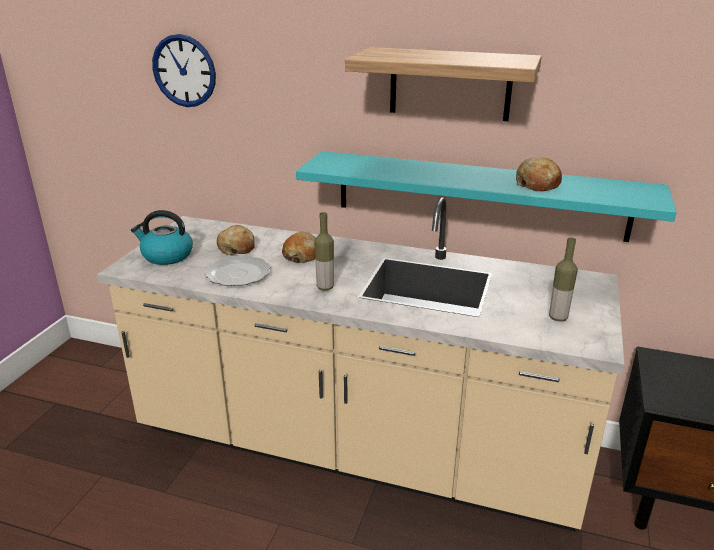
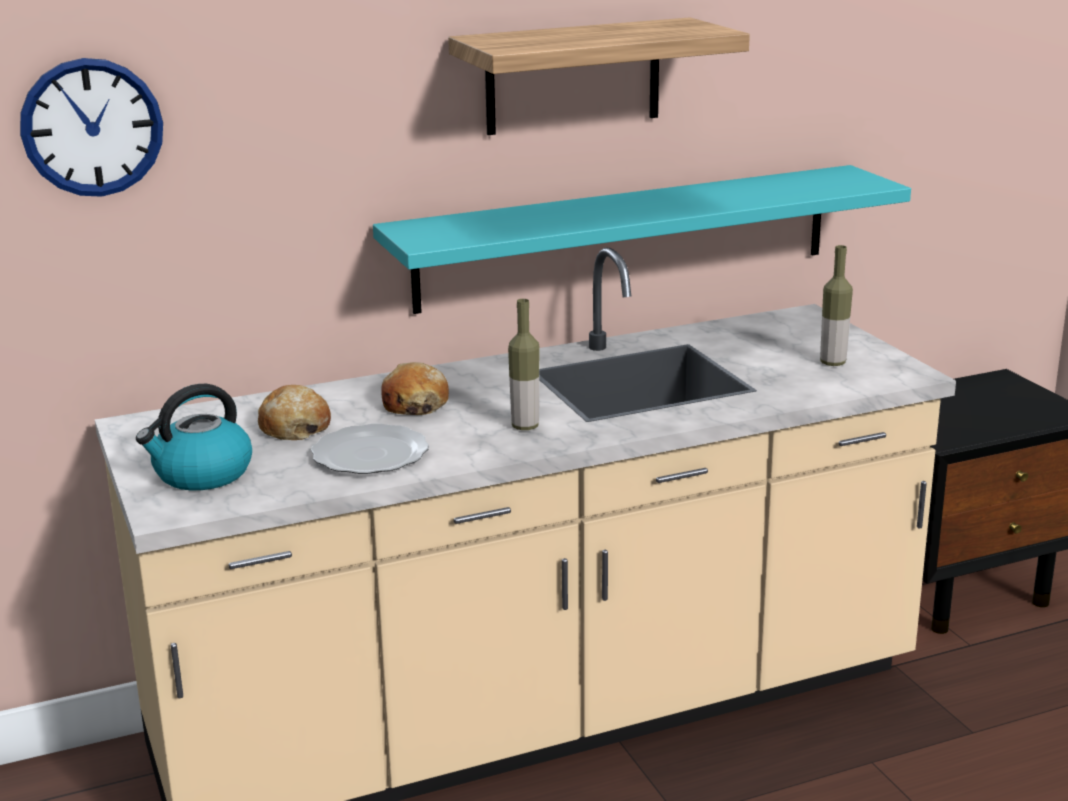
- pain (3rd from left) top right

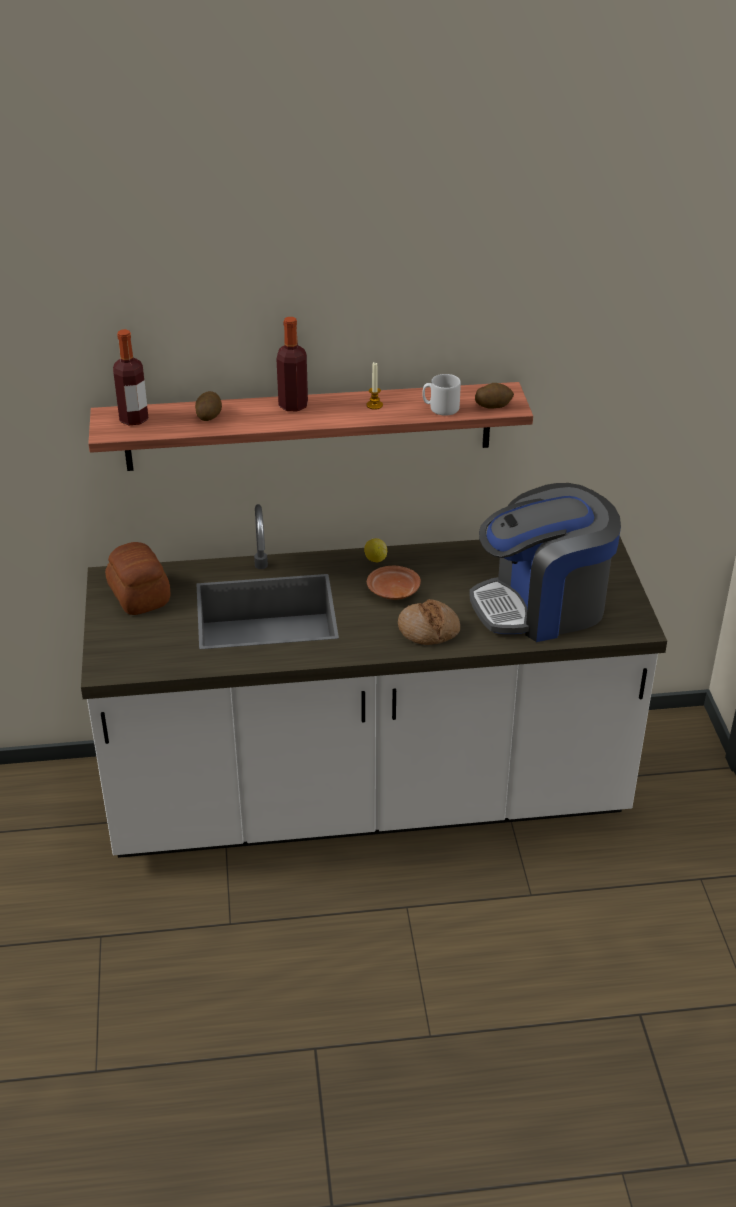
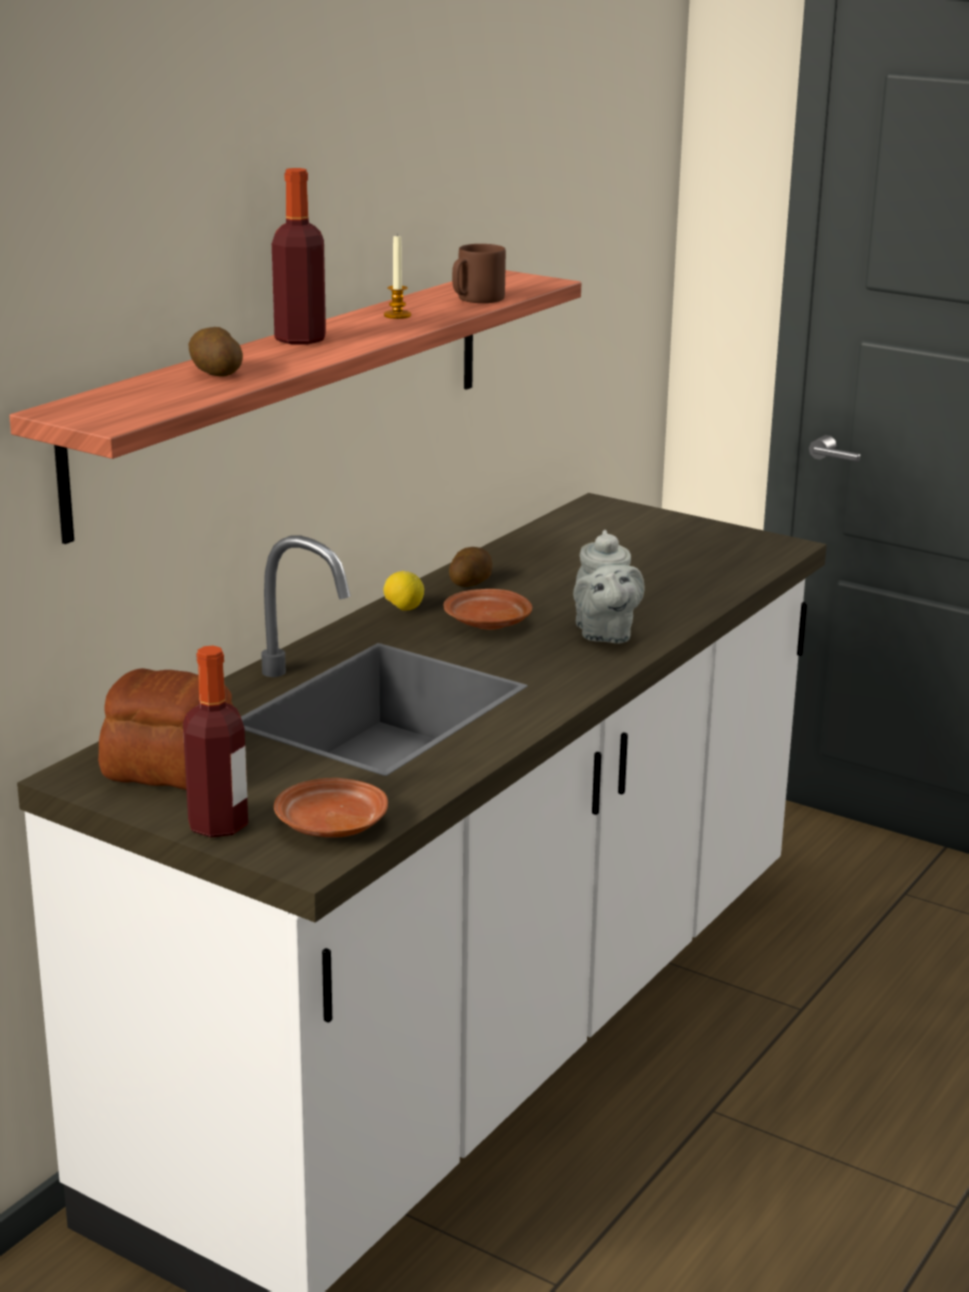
~ bouteille (1st from left) top left to middle left
~ pain (2nd from left) centre to théière [gris] centre
~ mug [gris] top centre to mug [marron] top centre
- machine à café middle right
~ pomme de terre (2nd from left) top right to centre
+ assiette [marron] (1st from left) centre

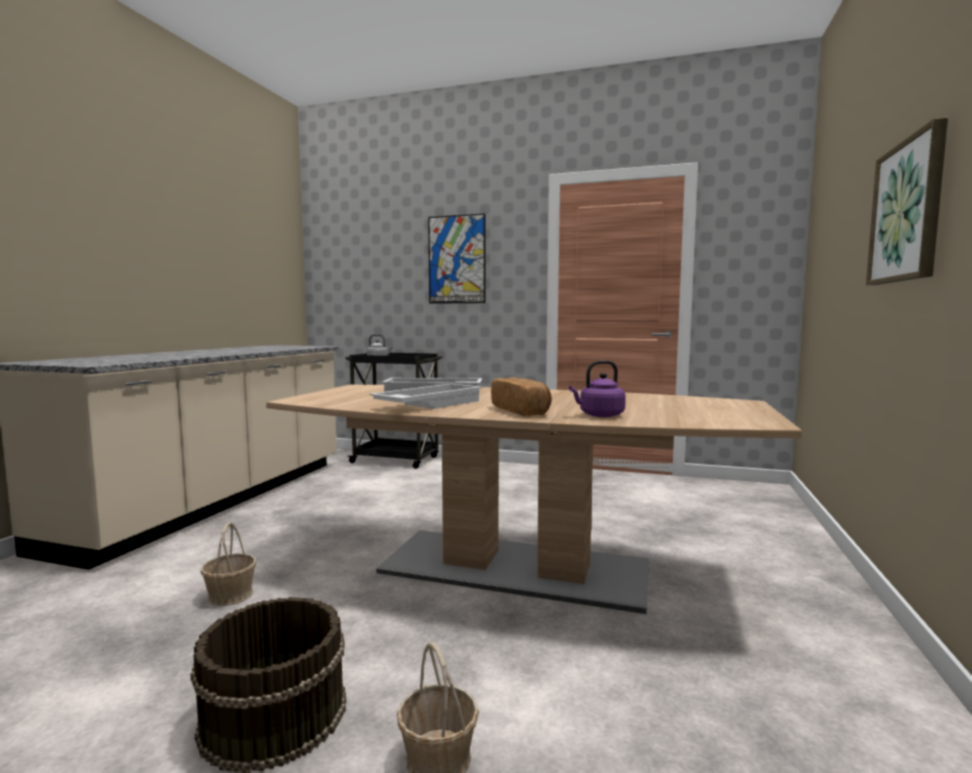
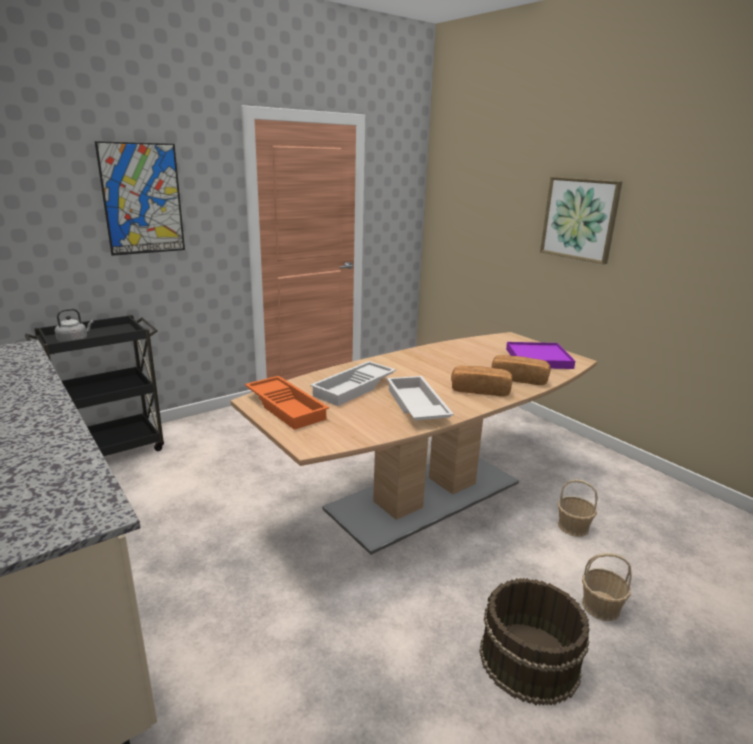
~ panier (1st from left) bottom left to bottom right
~ bouilloire [violet] centre to pain (2nd from left) middle right
+ plateau [orange] centre
+ plateau [violet] middle right

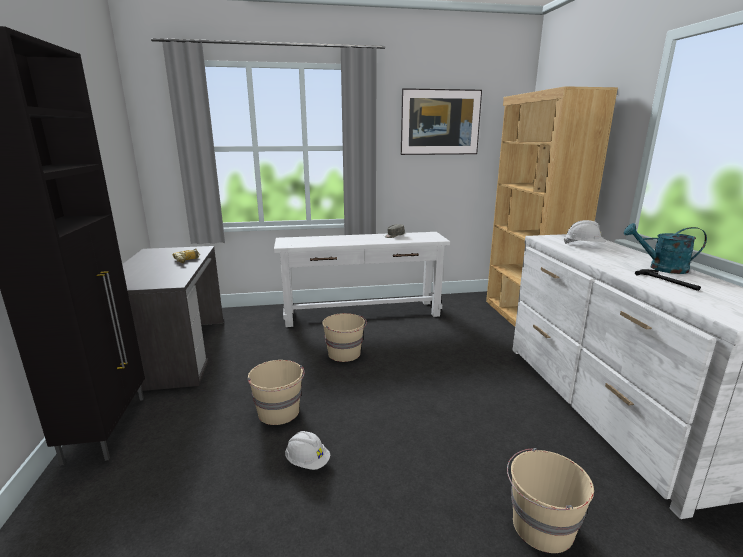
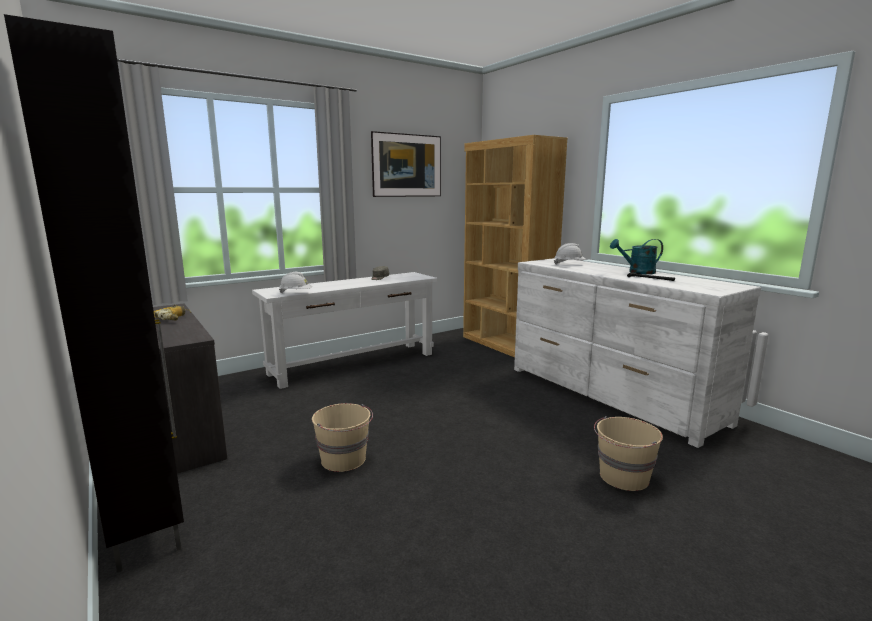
~ casque de chantier [blanc] (1st from left) bottom centre to centre
- seau [beige] (2nd from left) centre

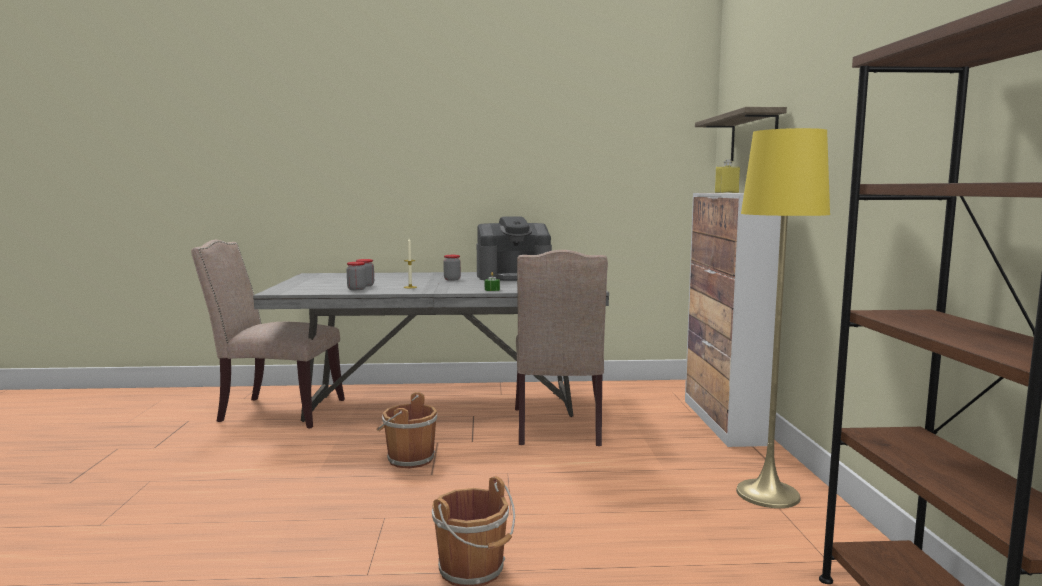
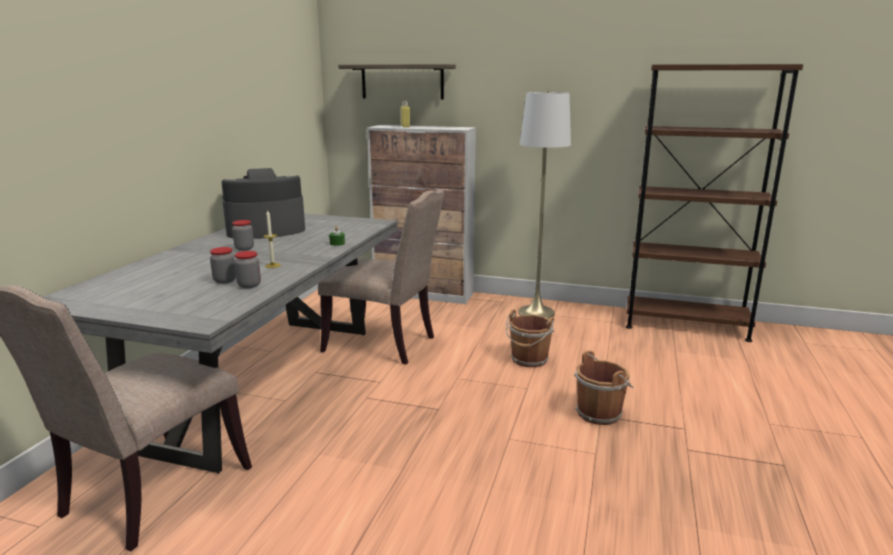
~ seau [marron] (1st from left) bottom centre to centre
~ machine à café centre = middle left 120 degrees counterclockwise
~ lampadaire [jaune] middle right to lampadaire [blanc] centre

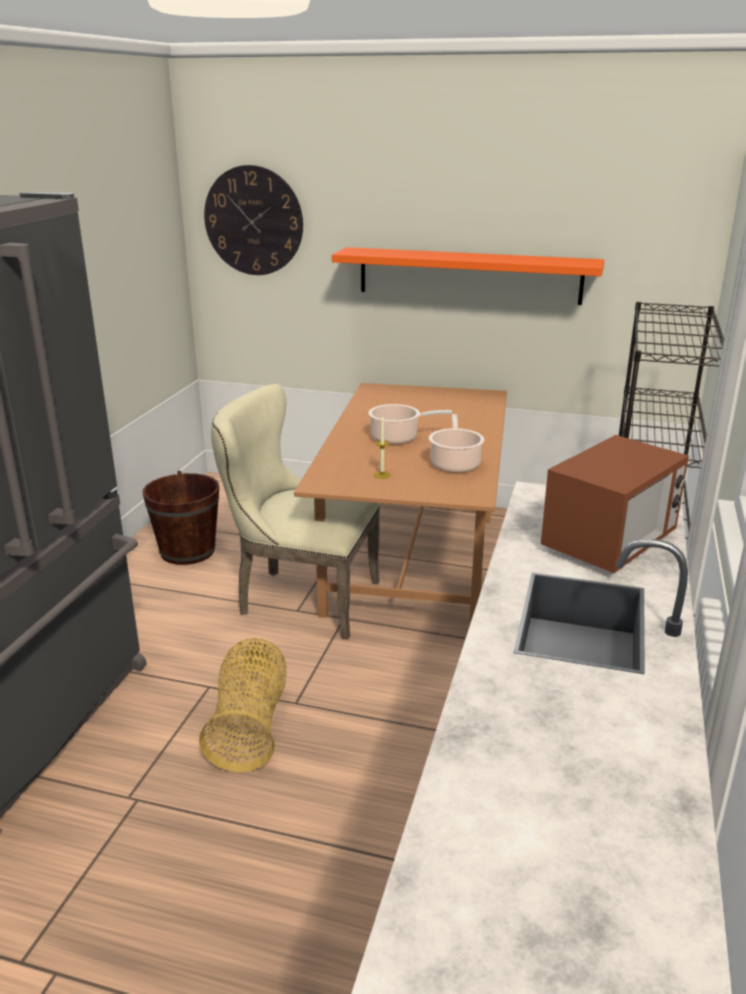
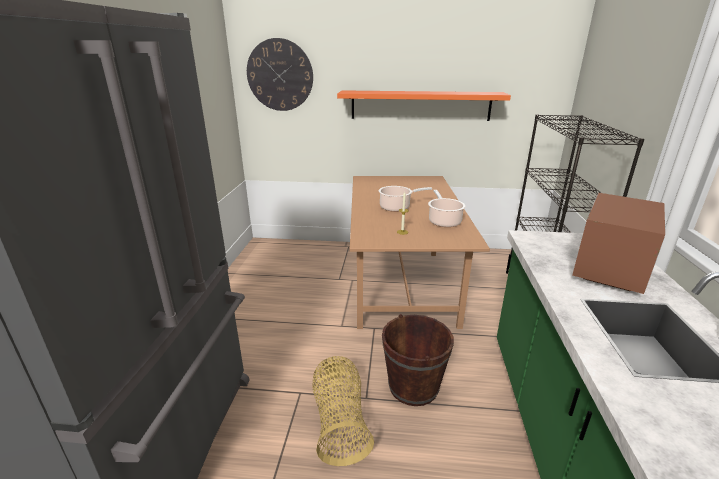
~ seau [marron] middle left to bottom centre
- chaise [beige] centre

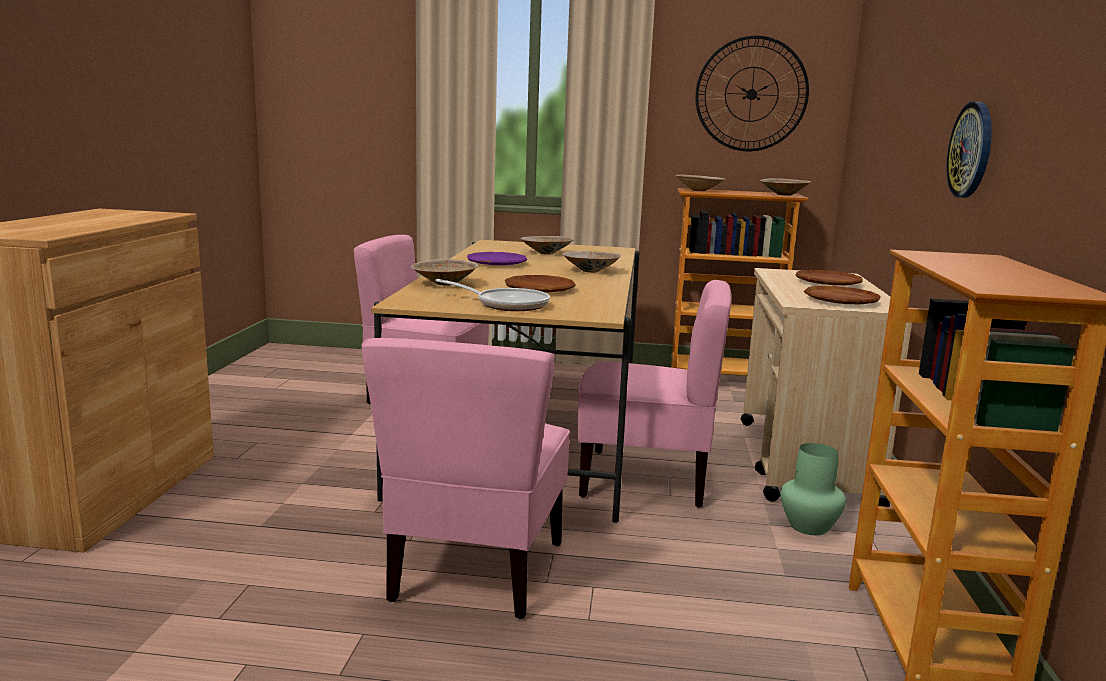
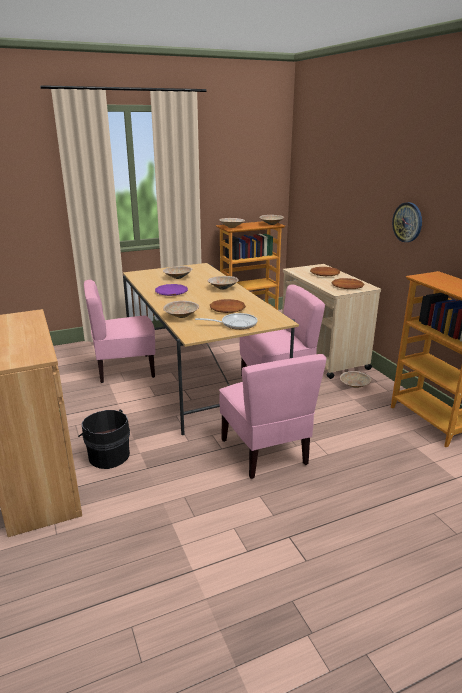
- horloge murale (1st from left) top right
~ vase [vert] bottom right to bol [beige] (6th from left) middle right
+ seau [noir] middle left

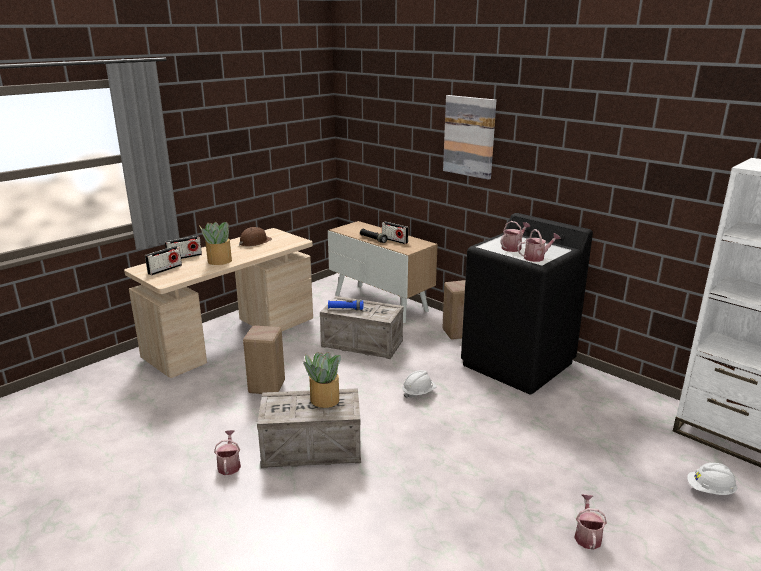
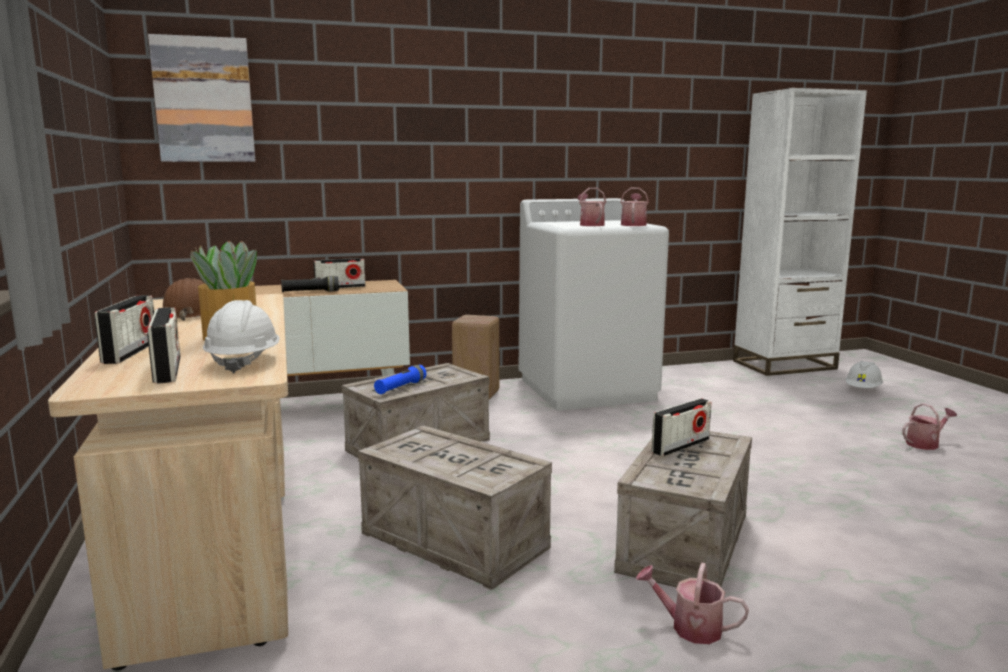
~ tabouret [beige] (1st from left) centre to caisse (2nd from left) bottom centre
~ plante en pot (2nd from left) centre to radio (4th from left) middle right
~ casque de chantier [blanc] (1st from left) bottom centre to middle left
~ tableau top centre to top left
~ lave-linge [noir] middle right to lave-linge [blanc] centre
~ arrosoir (4th from left) bottom right = middle right 120 degrees clockwise

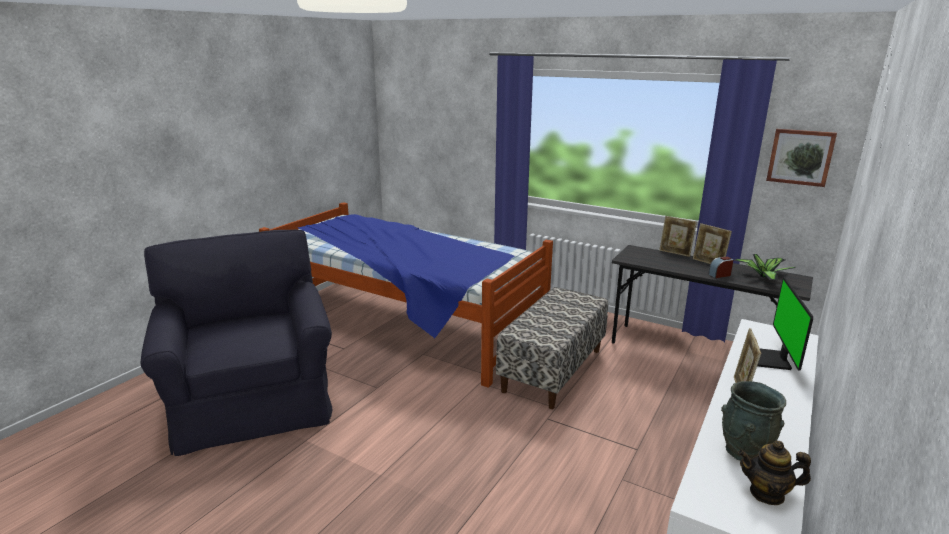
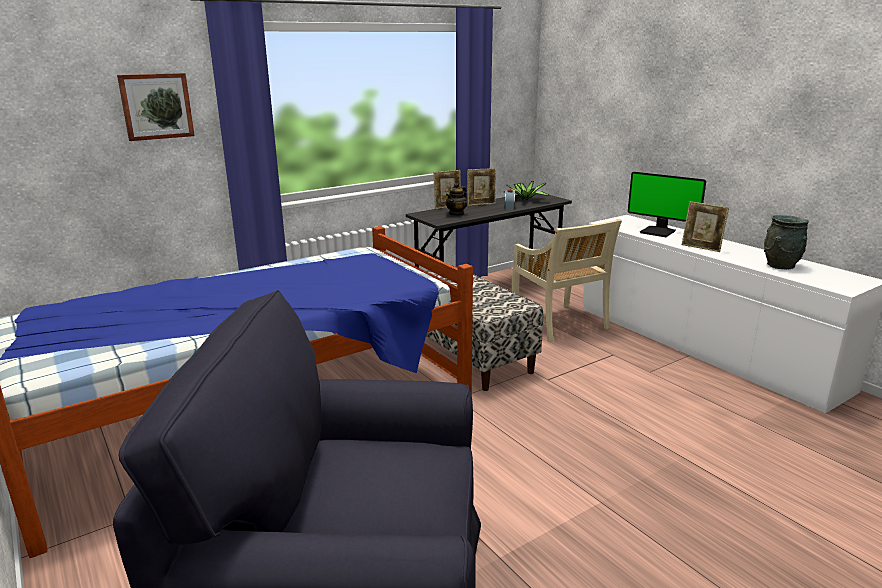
~ théière bottom right to centre
~ tableau top right to top left
+ chaise [beige] centre

